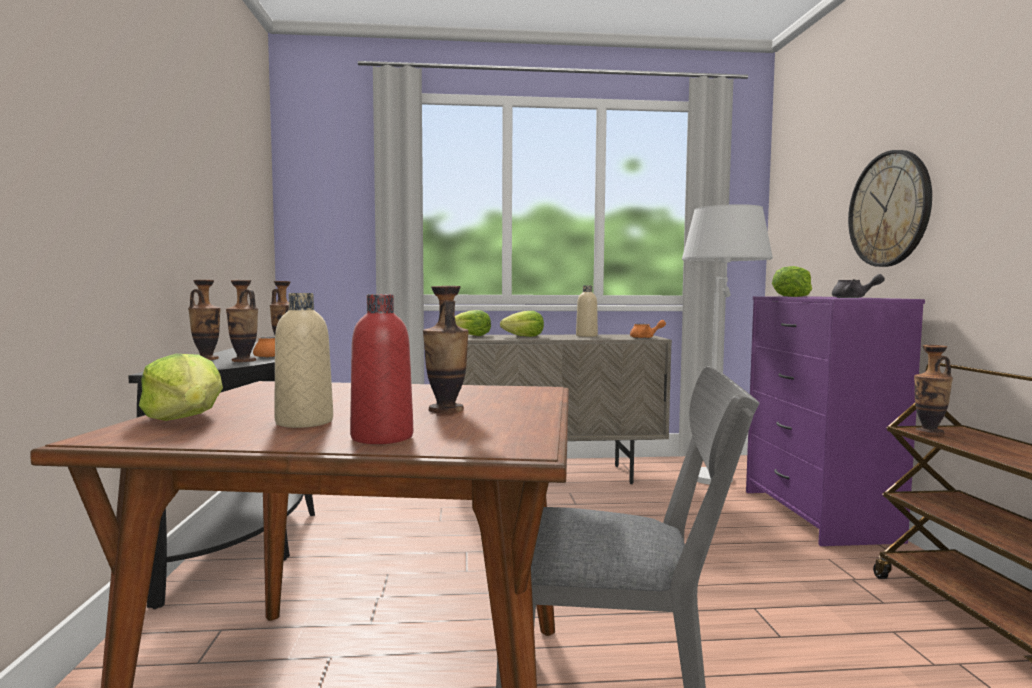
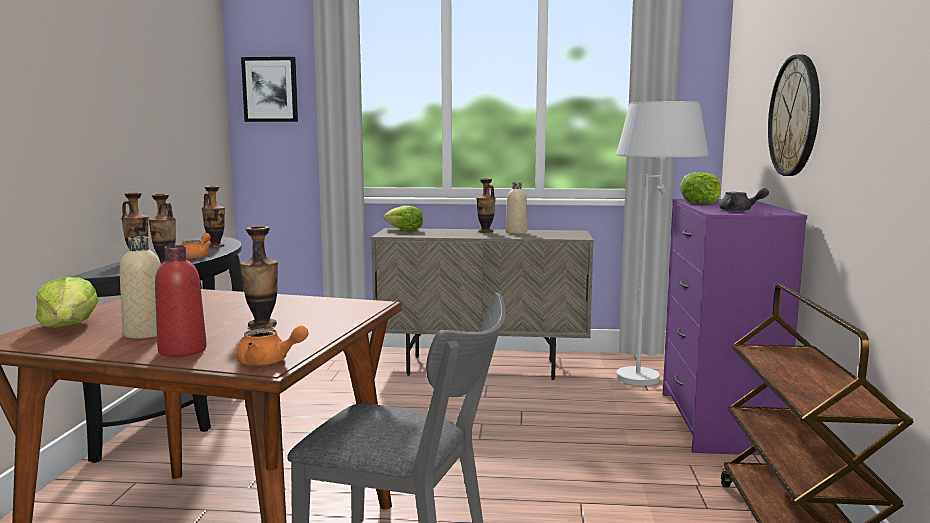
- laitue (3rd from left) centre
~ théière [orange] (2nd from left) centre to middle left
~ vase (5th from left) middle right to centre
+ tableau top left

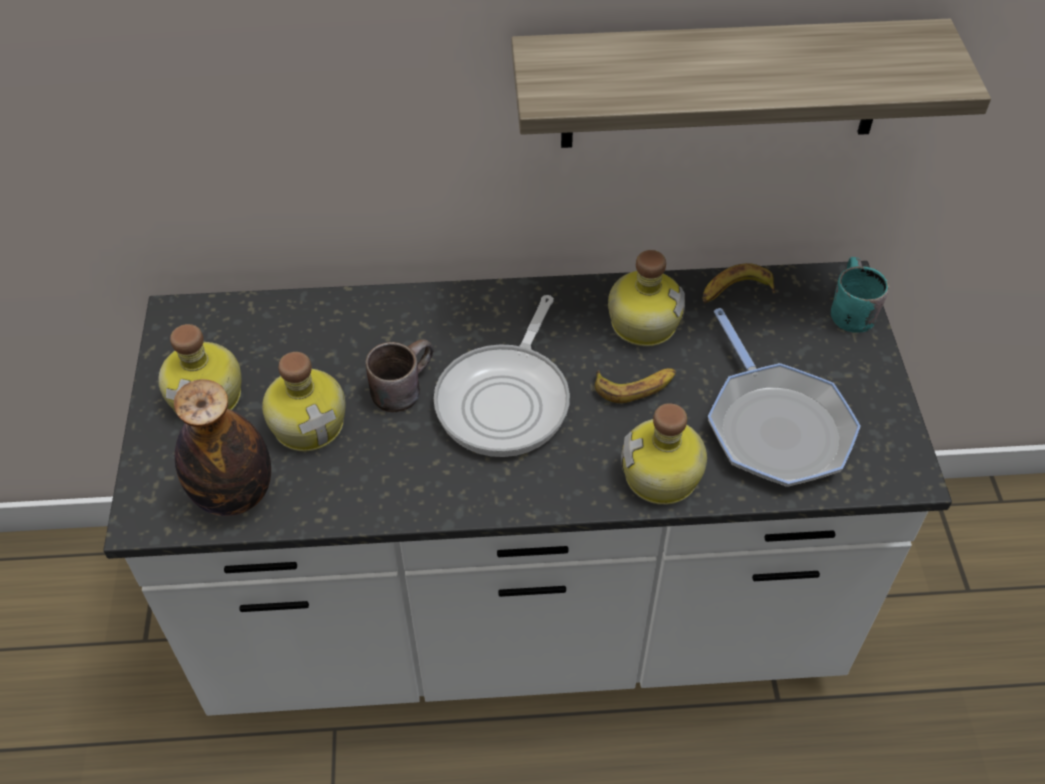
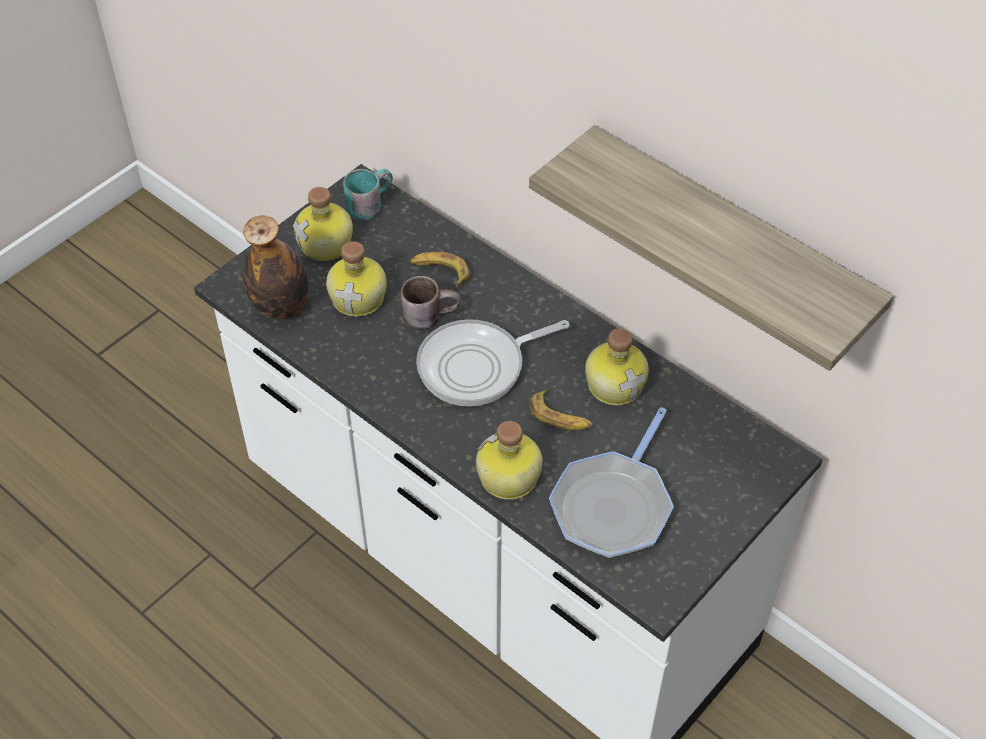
~ banane (2nd from left in the first image) middle right to banane (1st from left) centre
~ mug [turquoise] middle right to top centre

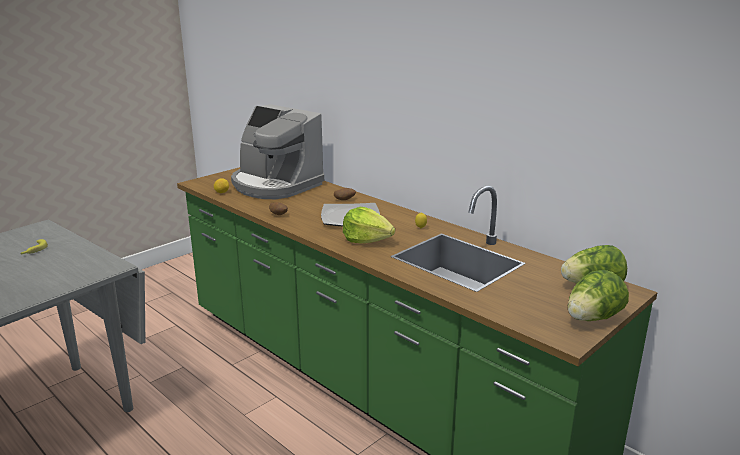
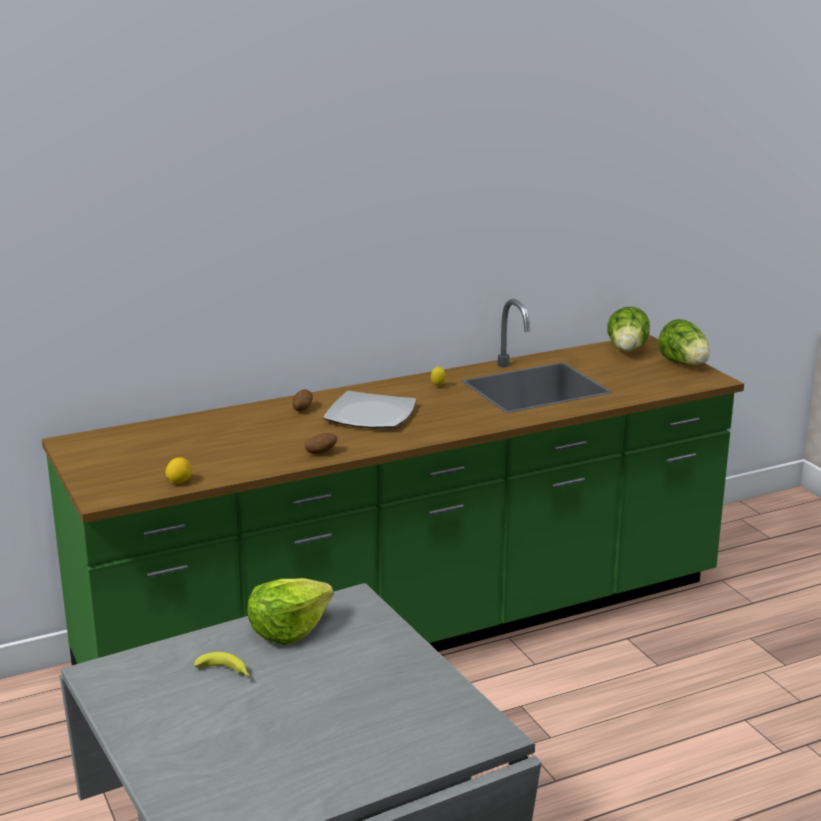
- machine à café top centre
~ laitue (1st from left) centre to bottom centre

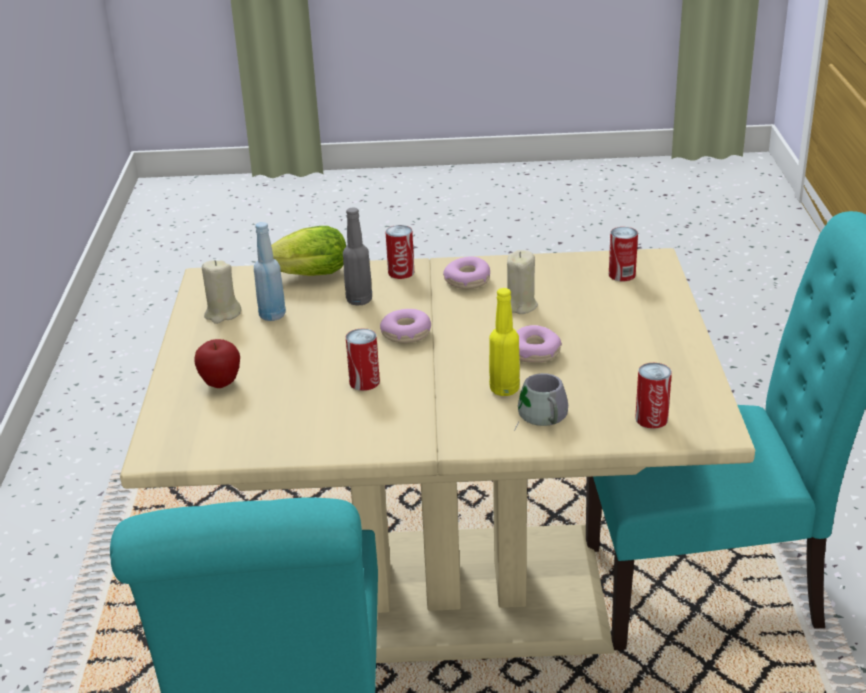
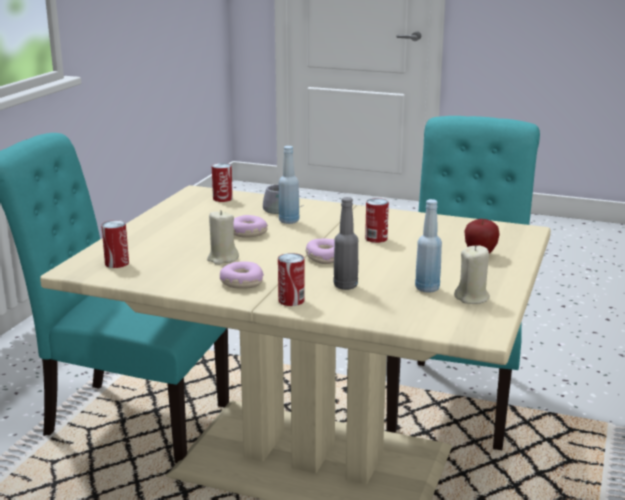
- laitue centre
~ bouteille [jaune] centre to bouteille [bleu] (1st from left) centre

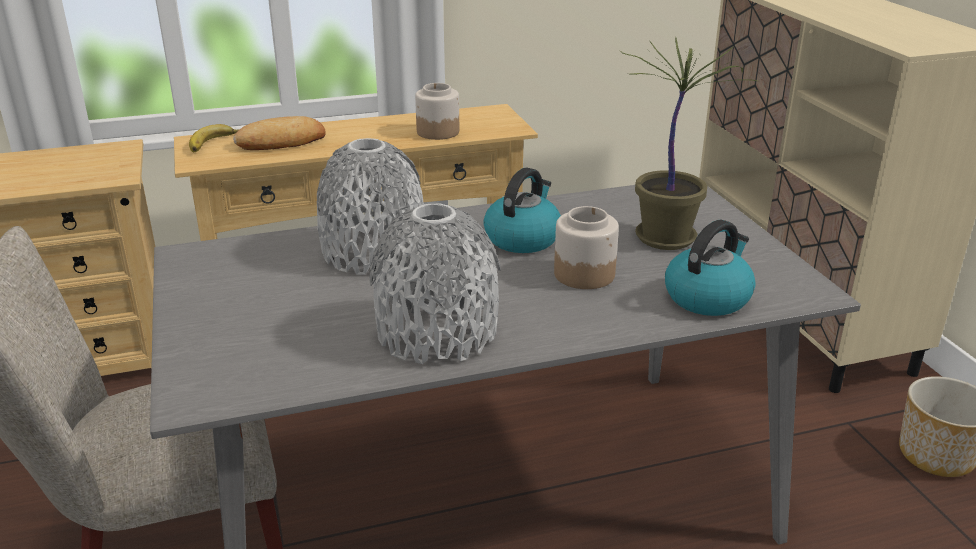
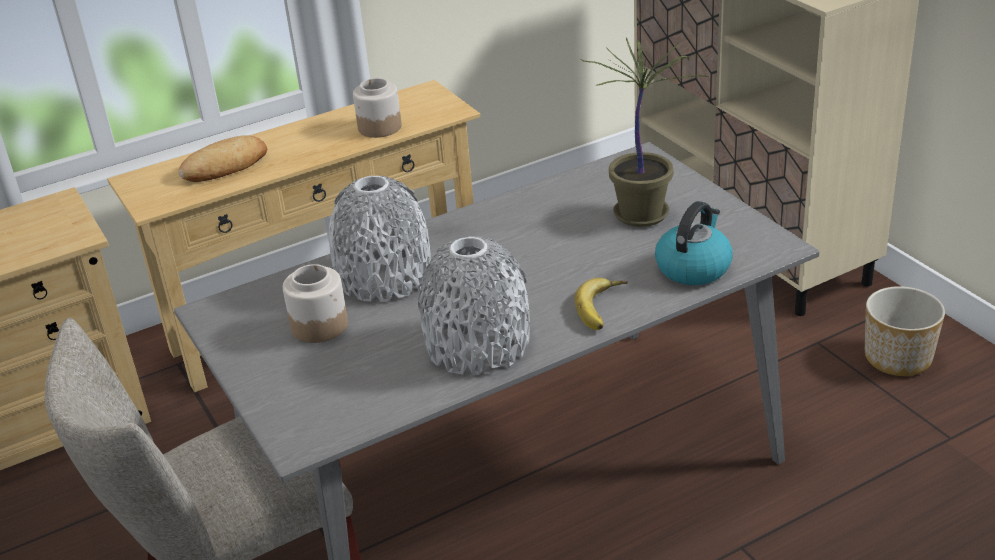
~ banane top left to centre
- bouilloire (1st from left) centre
~ bocal (2nd from left in the first image) centre to bocal (1st from left) middle left

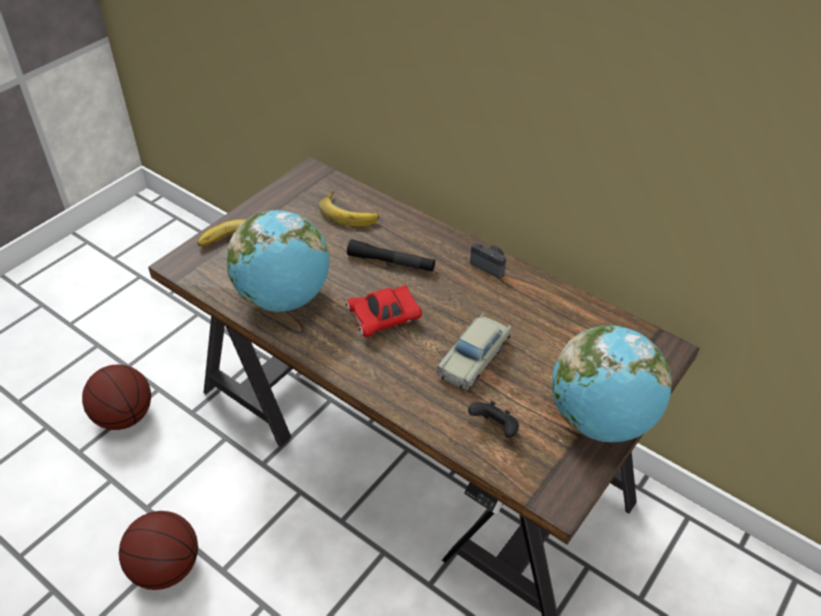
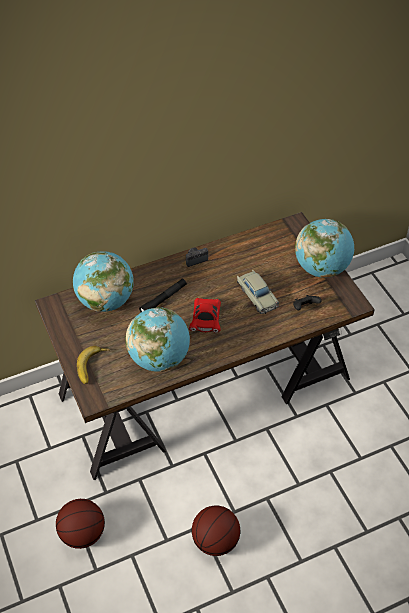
~ banane (2nd from left) centre to globe (1st from left) middle left

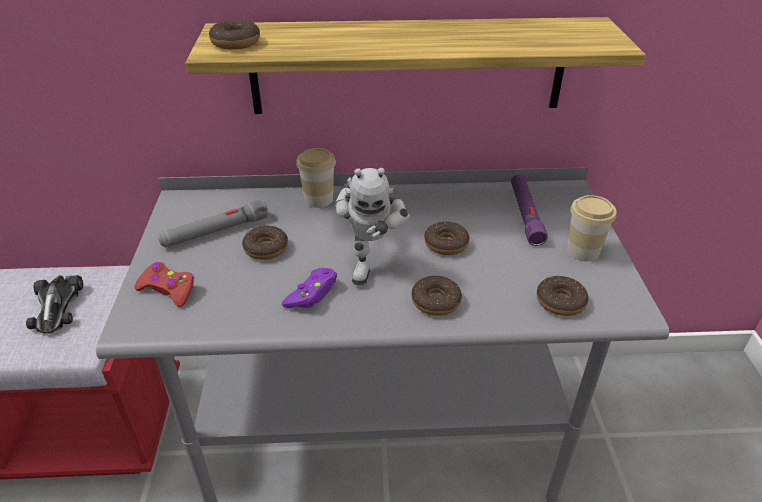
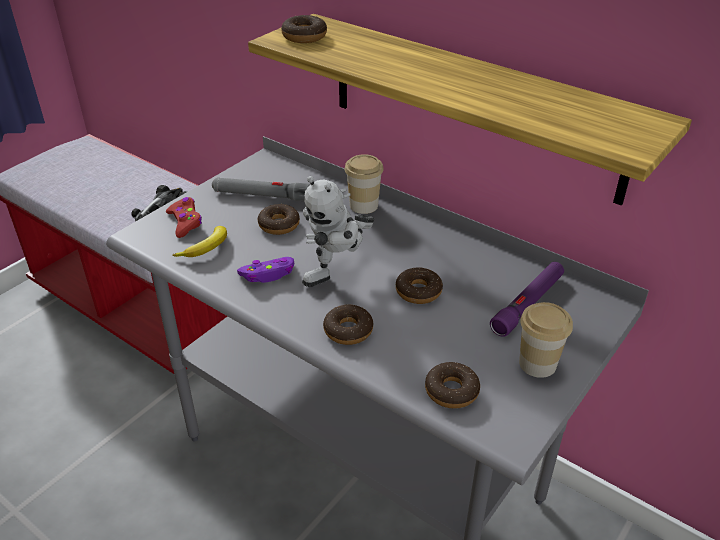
+ banane middle left

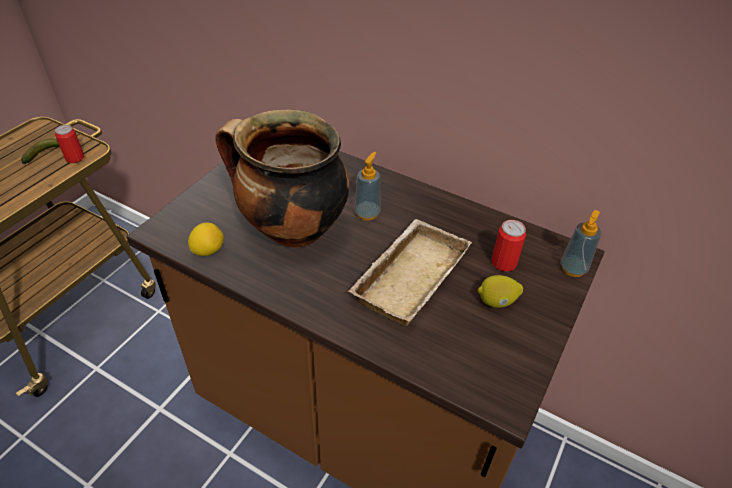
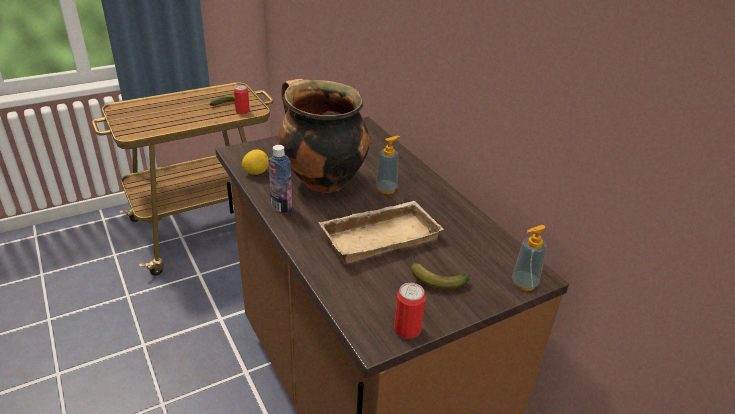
~ citron (2nd from left) middle right to banane (2nd from left) centre
~ boîte métallique (2nd from left) middle right to bottom centre
+ bouteille centre

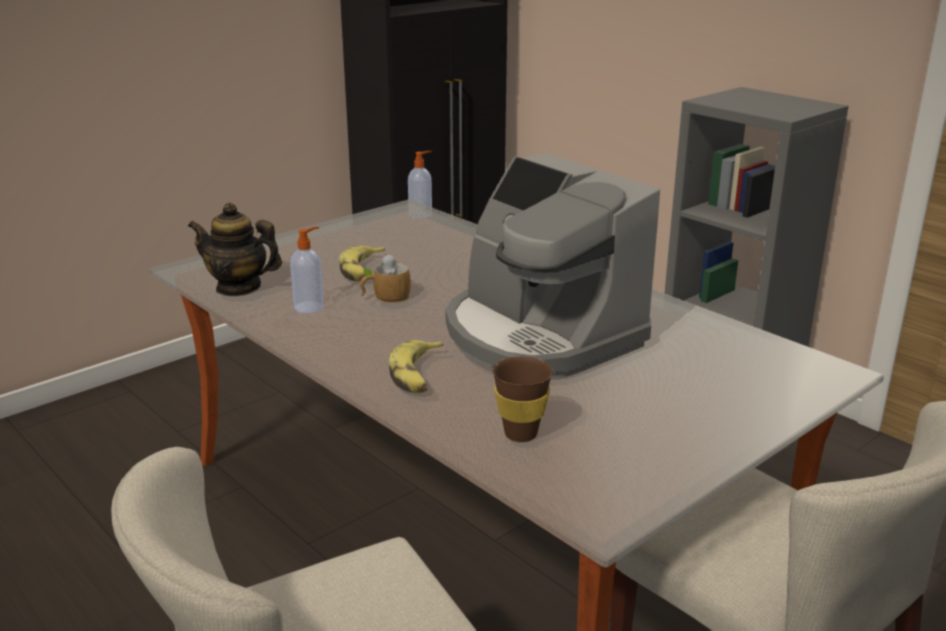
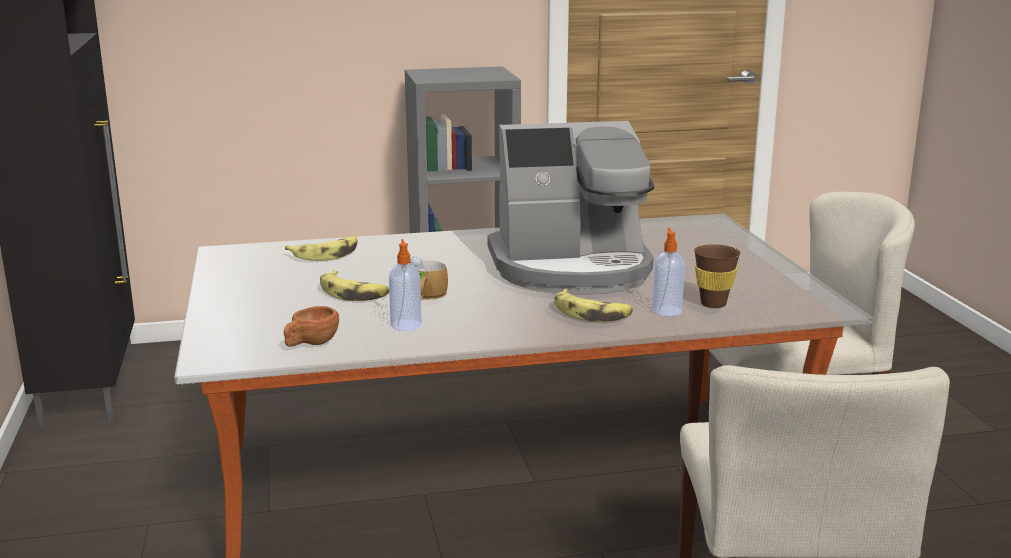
~ théière middle left to tasse [marron] (1st from left) middle left
~ distributeur de savon (2nd from left) top centre to centre
+ banane (1st from left) middle left

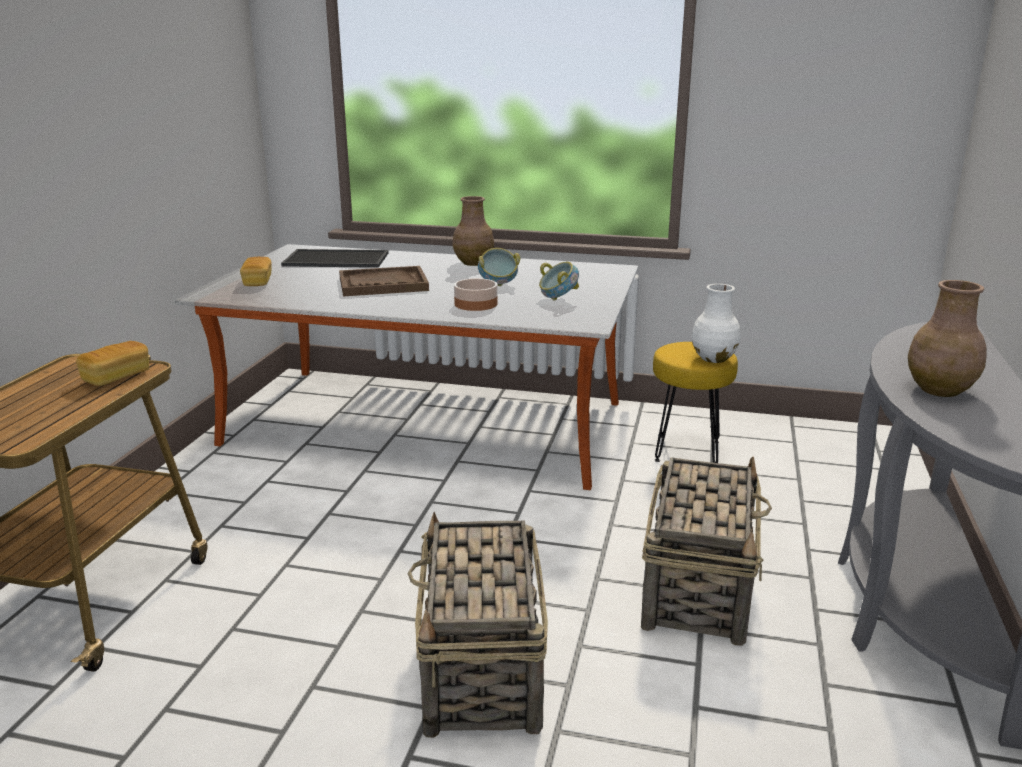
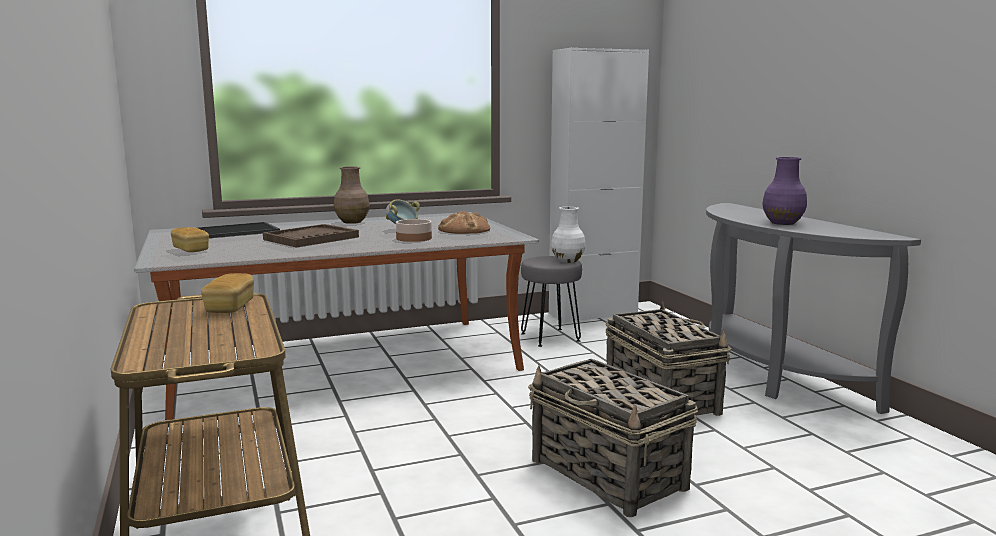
~ bol (3rd from left) centre to pain (3rd from left) centre
~ tabouret [jaune] middle right to tabouret [gris] centre
~ vase [marron] (2nd from left) middle right to vase [violet] middle right
+ meuble de rangement [blanc] centre

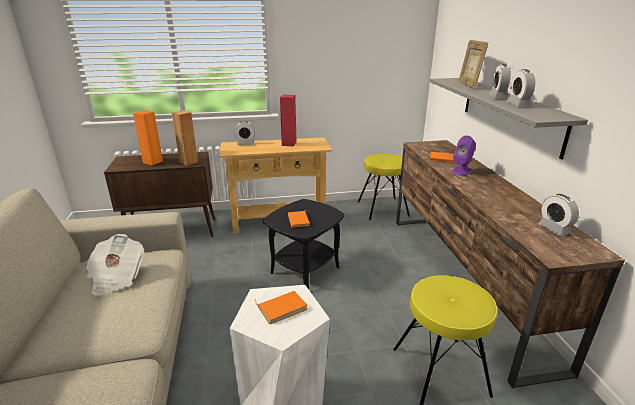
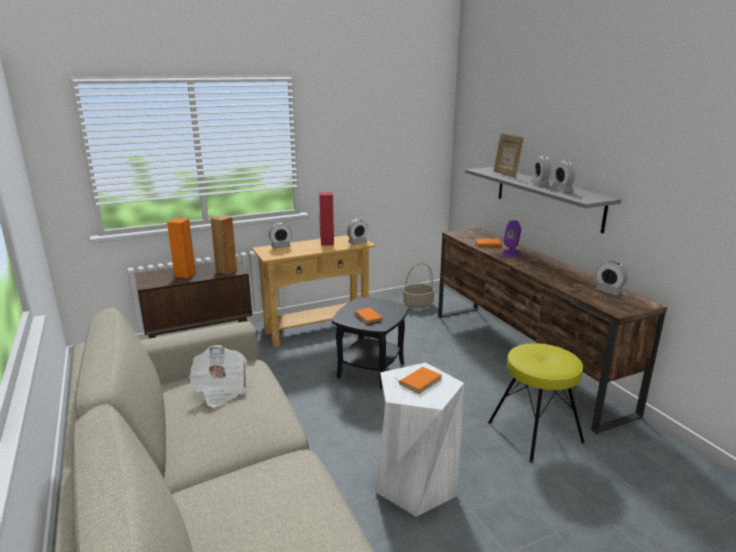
~ tabouret [jaune] (1st from left) centre to panier centre
+ réveil (2nd from left) centre

